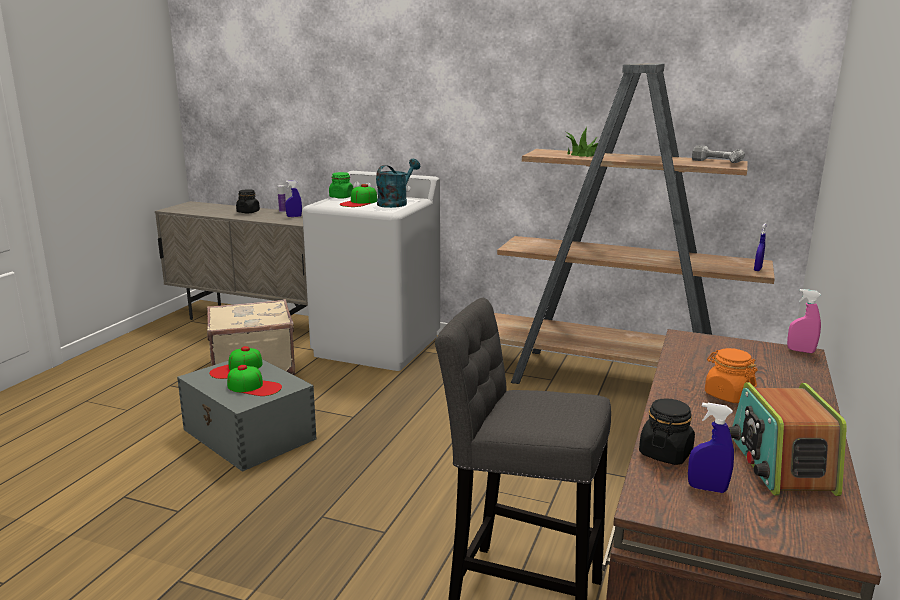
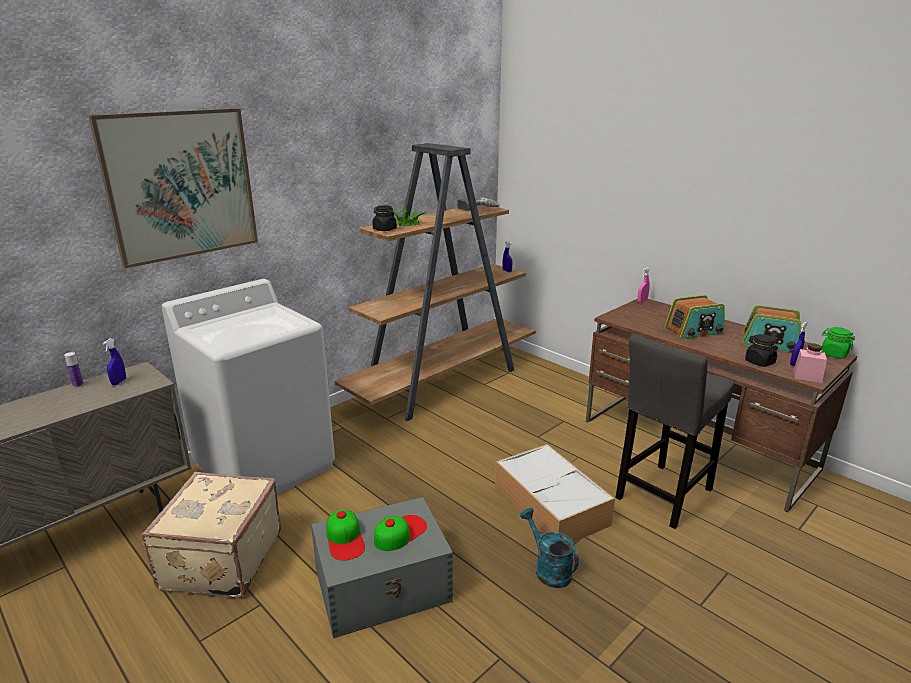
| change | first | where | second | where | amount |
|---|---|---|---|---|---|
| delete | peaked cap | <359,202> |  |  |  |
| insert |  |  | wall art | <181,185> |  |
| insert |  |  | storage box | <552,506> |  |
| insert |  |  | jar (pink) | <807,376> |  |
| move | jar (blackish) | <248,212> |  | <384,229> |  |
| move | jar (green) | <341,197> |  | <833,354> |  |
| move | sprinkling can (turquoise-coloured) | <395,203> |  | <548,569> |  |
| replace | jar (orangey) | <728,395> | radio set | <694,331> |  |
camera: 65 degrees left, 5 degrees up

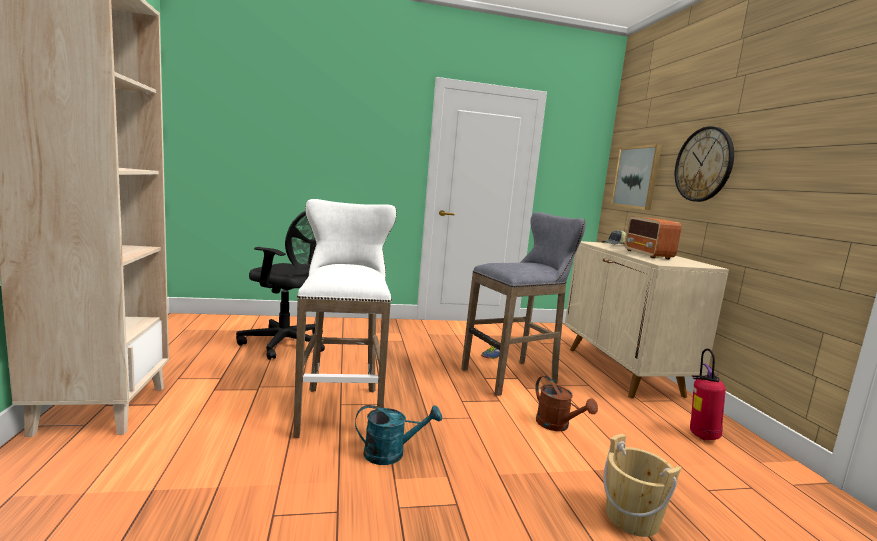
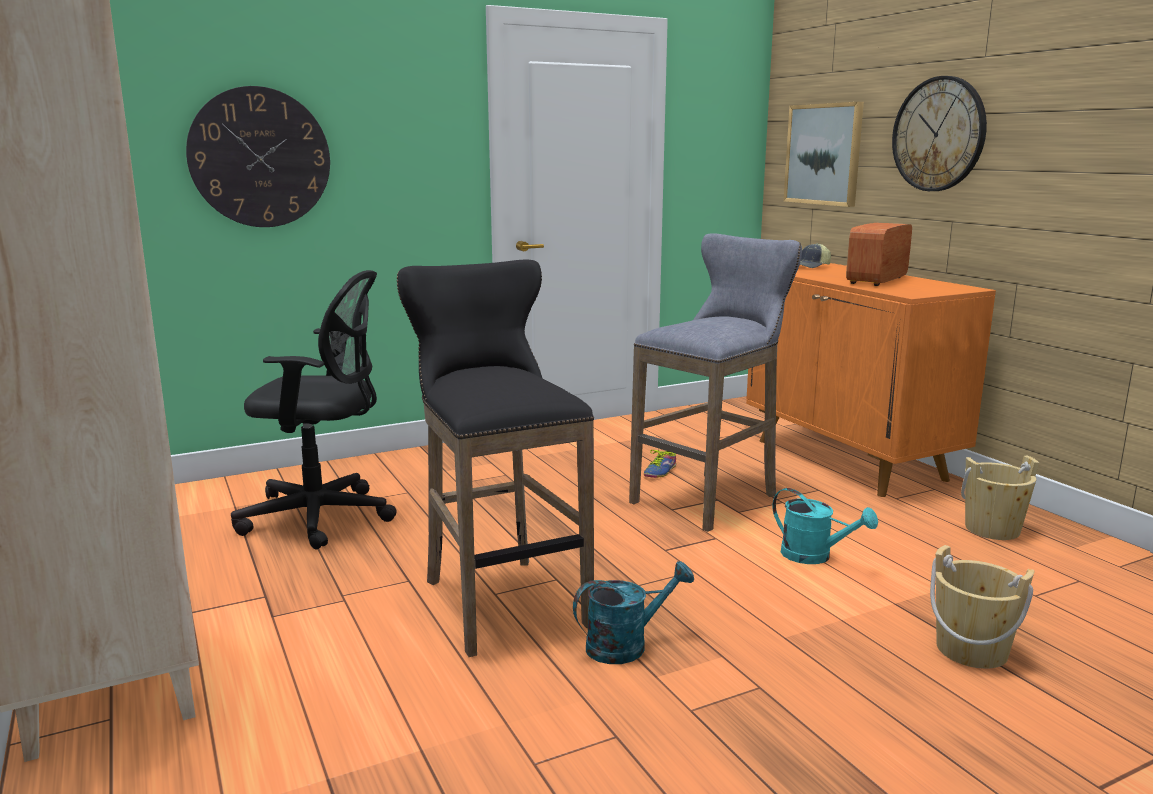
| change | first | where | second | where | amount |
|---|---|---|---|---|---|
| insert |  |  | wall clock | <260,158> |  |
| replace | fire-fighting cylinder | <700,435> | pail (beige-coloured) | <992,529> |  |
| recolor | sitting stool (white-coloured) | <340,408> | sitting stool (blackish) | <499,599> |  |
| recolor | sprinkling can (brown-coloured) | <557,426> | sprinkling can (turquoise-coloured) | <815,556> |  |
| recolor | cabinet (beige-coloured) | <622,371> | cabinet (orangey) | <849,460> |  |
| rotate | radio set | <648,254> |  | <876,280> | 60 degrees clockwise |
camera: 15 degrees left, 5 degrees up

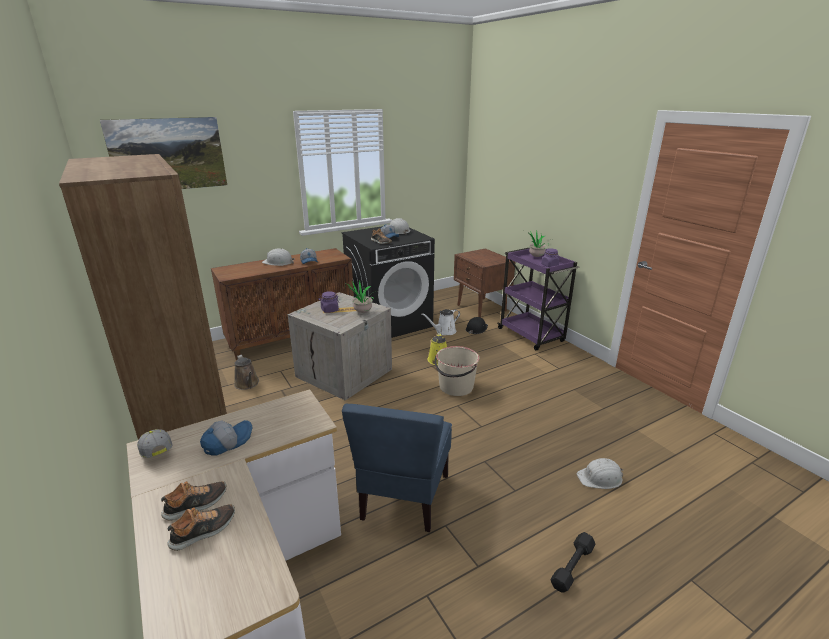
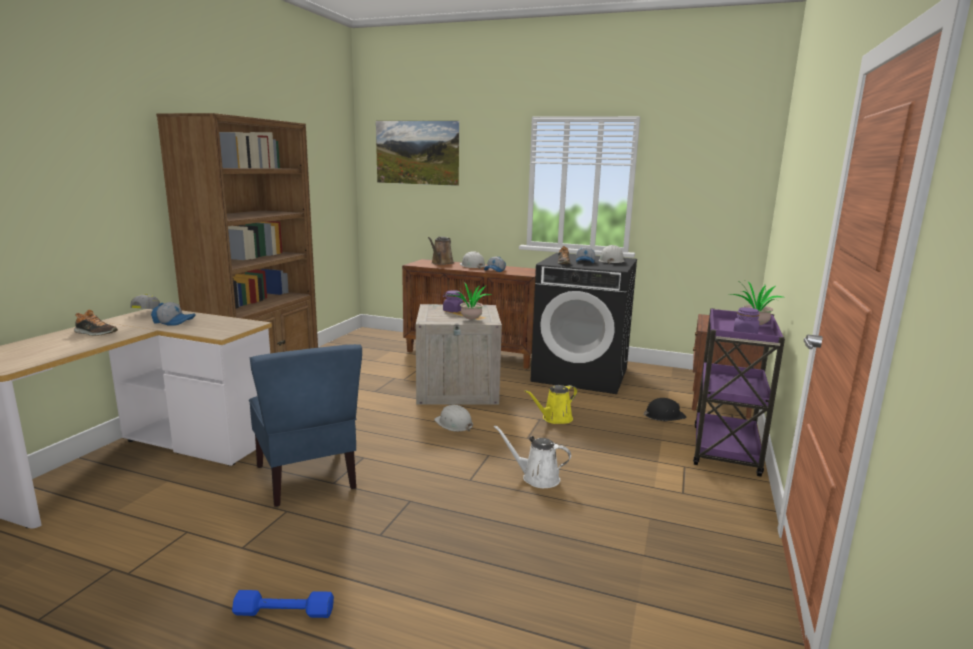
| change | first | where | second | where | amount |
|---|---|---|---|---|---|
| delete | shoe | <204,531> |  |  |  |
| delete | pail (beige-coloured) | <455,387> |  |  |  |
| move | sprinkling can (brown-coloured) | <247,384> |  | <441,263> |  |
| move | sprinkling can (white-coloured) | <444,331> |  | <537,478> |  |
| move | work helmet (white-coloured) | <600,478> |  | <454,424> |  |
| recolor | hand weight (blackish) | <572,566> | hand weight (blue-coloured) | <284,612> |  |
| rotate | chair (blue-coloured) | <404,497> |  | <308,477> | 90 degrees counterclockwise |
camera: 50 degrees right, 10 degrees down

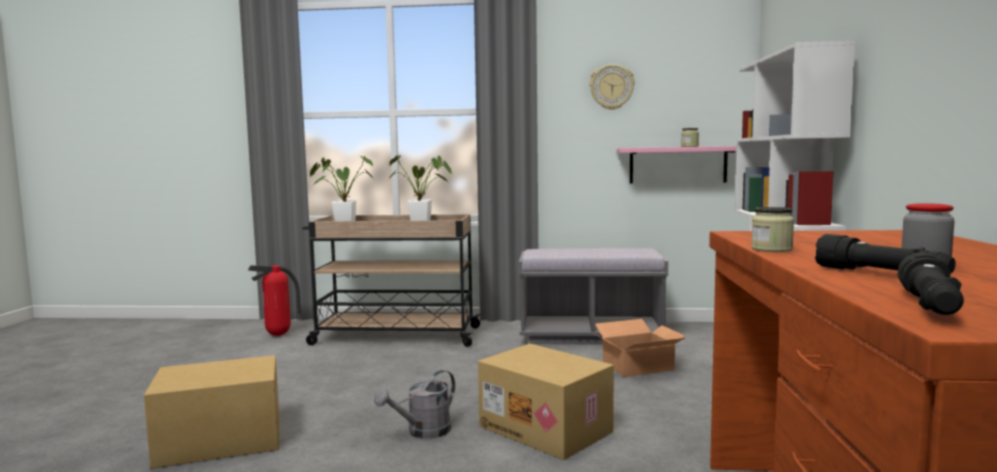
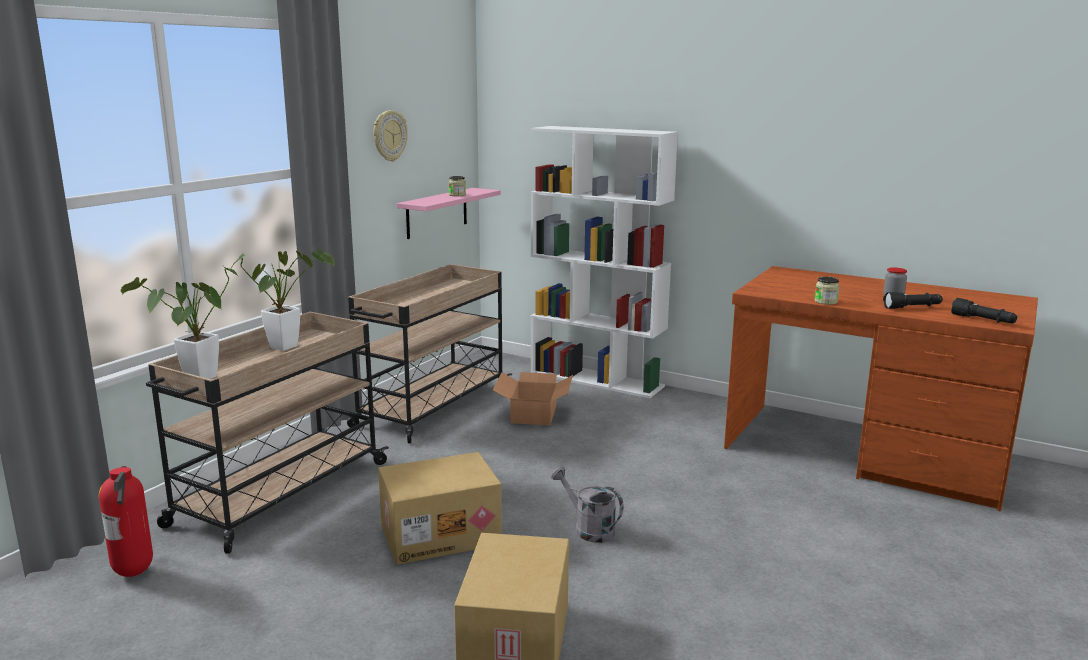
| change | first | where | second | where | amount |
|---|---|---|---|---|---|
| move | carton | <547,429> |  | <441,534> |  |
| replace | bench (greyish) | <590,336> | trolley (beige-coloured) | <432,407> |  |
| rotate | sprinkling can (greyish) | <422,432> |  | <588,529> | 150 degrees clockwise |
camera: 65 degrees left, 10 degrees up

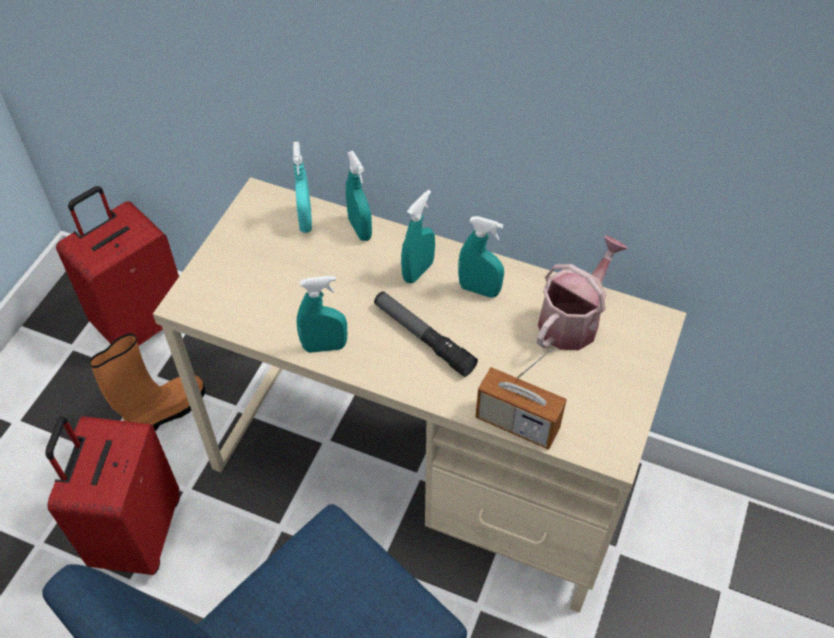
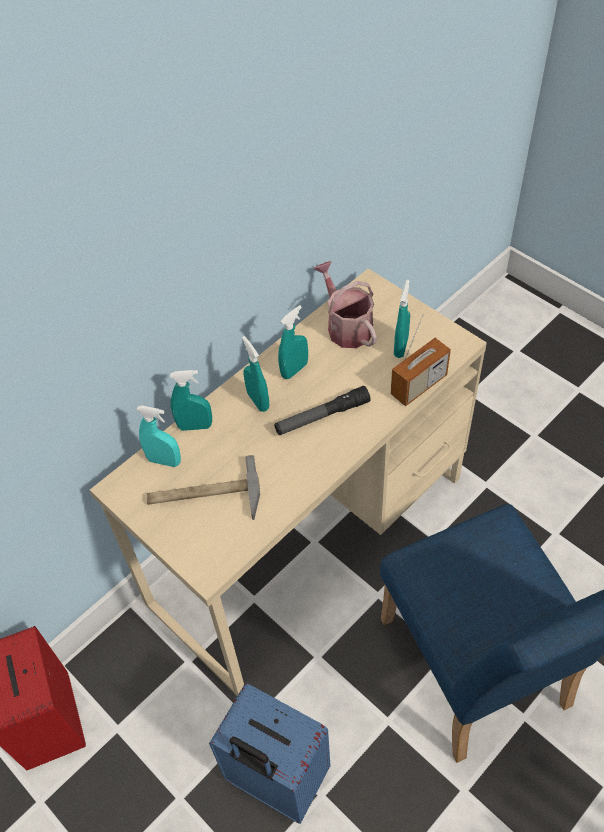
| change | first | where | second | where | amount |
|---|---|---|---|---|---|
| delete | high-top boot (orangey) | <164,412> |  |  |  |
| insert |  |  | hand hammer | <204,496> |  |
| move | sprayer (turquoise-coloured) | <324,346> |  | <401,347> |  |
| recolor | travel case (red-coloured) | <136,533> | travel case (blue-coloured) | <275,779> |  |
camera: 65 degrees left, 0 degrees up

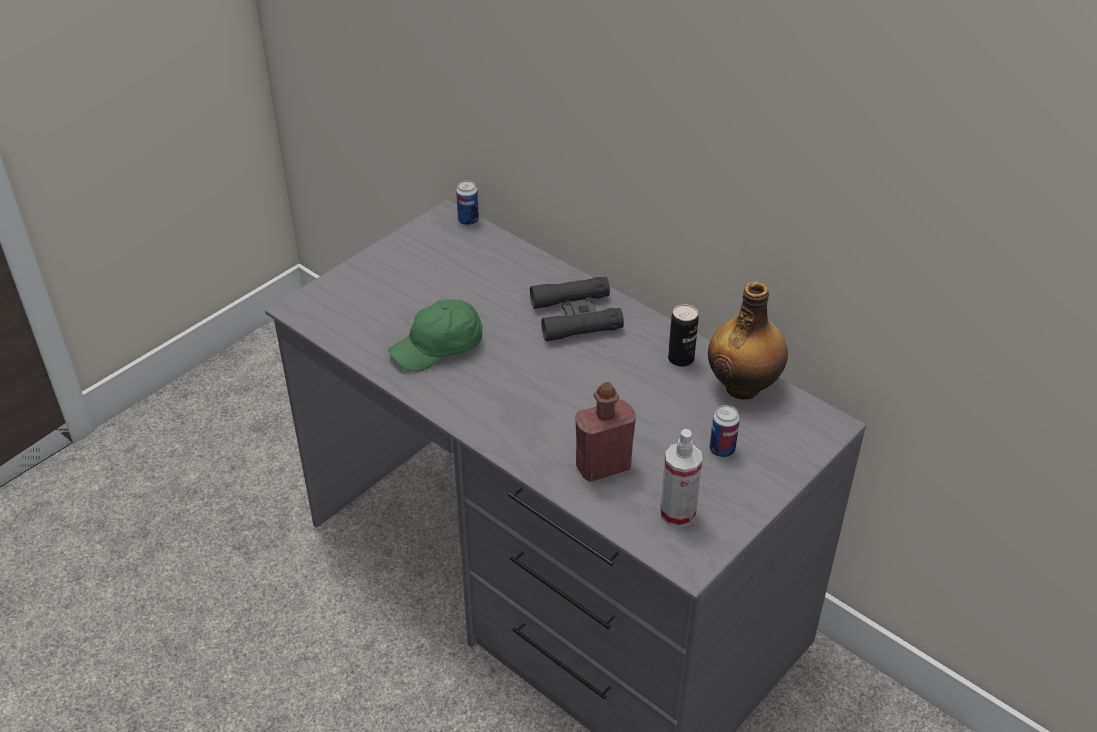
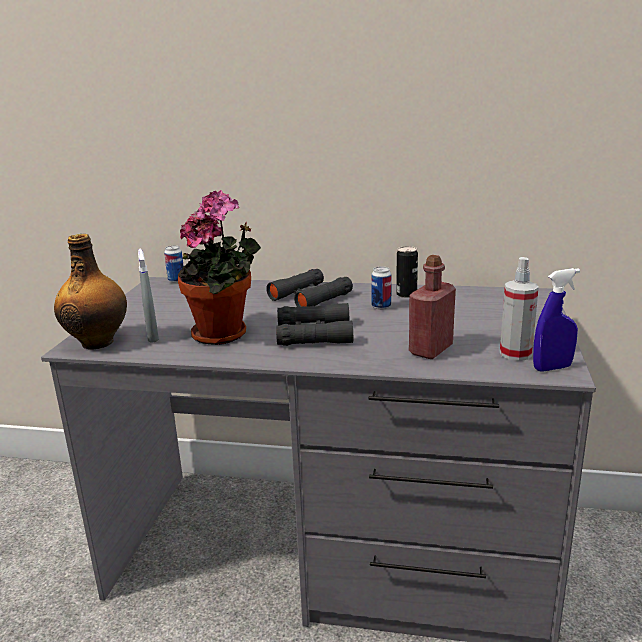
| change | first | where | second | where | amount |
|---|---|---|---|---|---|
| insert |  |  | sprayer (greyish) | <152,337> |  |
| insert |  |  | field glasses (blackish) | <314,334> |  |
| insert |  |  | sprayer (blue-coloured) | <552,368> |  |
| move | beverage bottle | <743,386> |  | <98,342> |  |
| move | can | <722,450> |  | <381,307> |  |
| replace | peaked cap (green) | <438,348> | potted plant | <225,334> |  |
camera: 30 degrees left, 20 degrees down

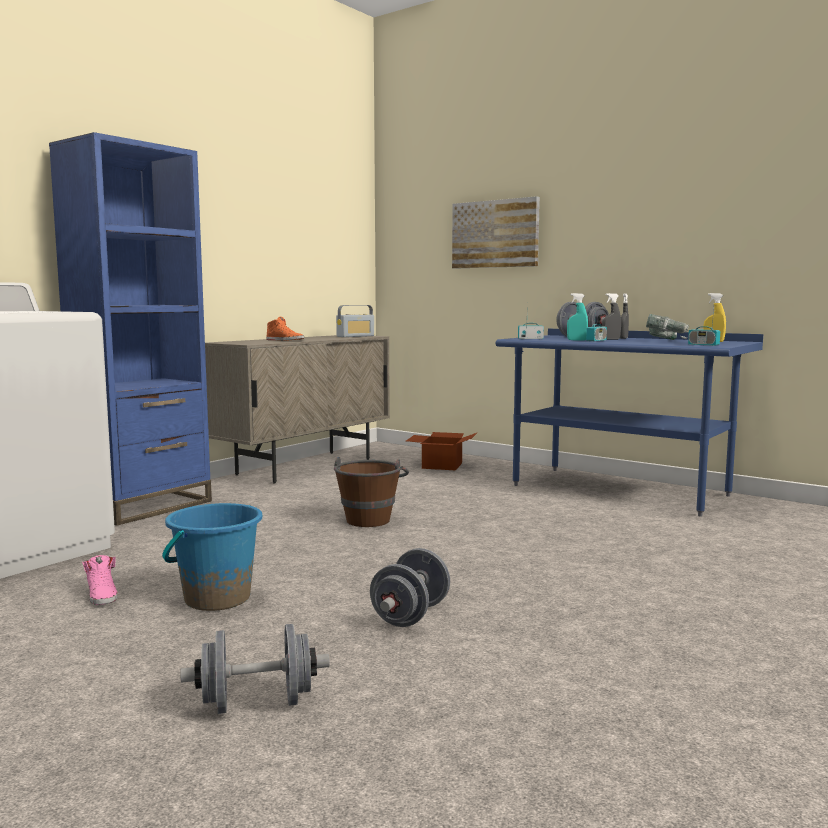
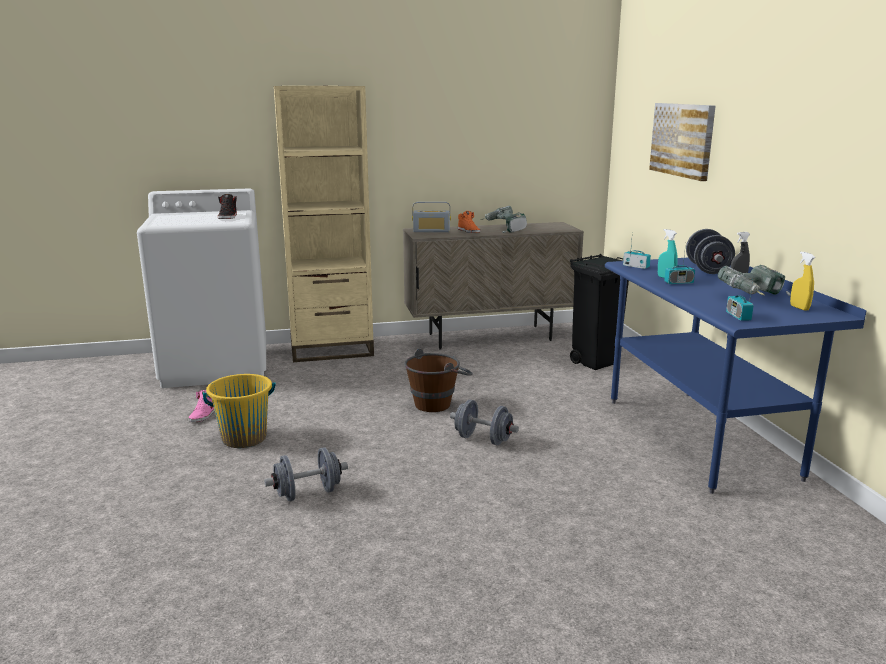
| change | first | where | second | where | amount |
|---|---|---|---|---|---|
| delete | sprayer (greyish) | <611,339> |  |  |  |
| insert |  |  | shoe (blackish) | <228,217> |  |
| insert |  |  | drill | <504,229> |  |
| move | hand weight (greyish) | <257,704> |  | <483,439> |  |
| move | radio set | <355,336> |  | <431,231> |  |
| replace | carton | <441,465> | trash can (blackish) | <596,362> |  |
| recolor | bookshelf (blue-coloured) | <144,506> | bookshelf (beige-coloured) | <331,350> |  |
| recolor | pail (blue-coloured) | <217,598> | pail (yellowish) | <244,438> |  |
camera: 40 degrees right, 10 degrees up

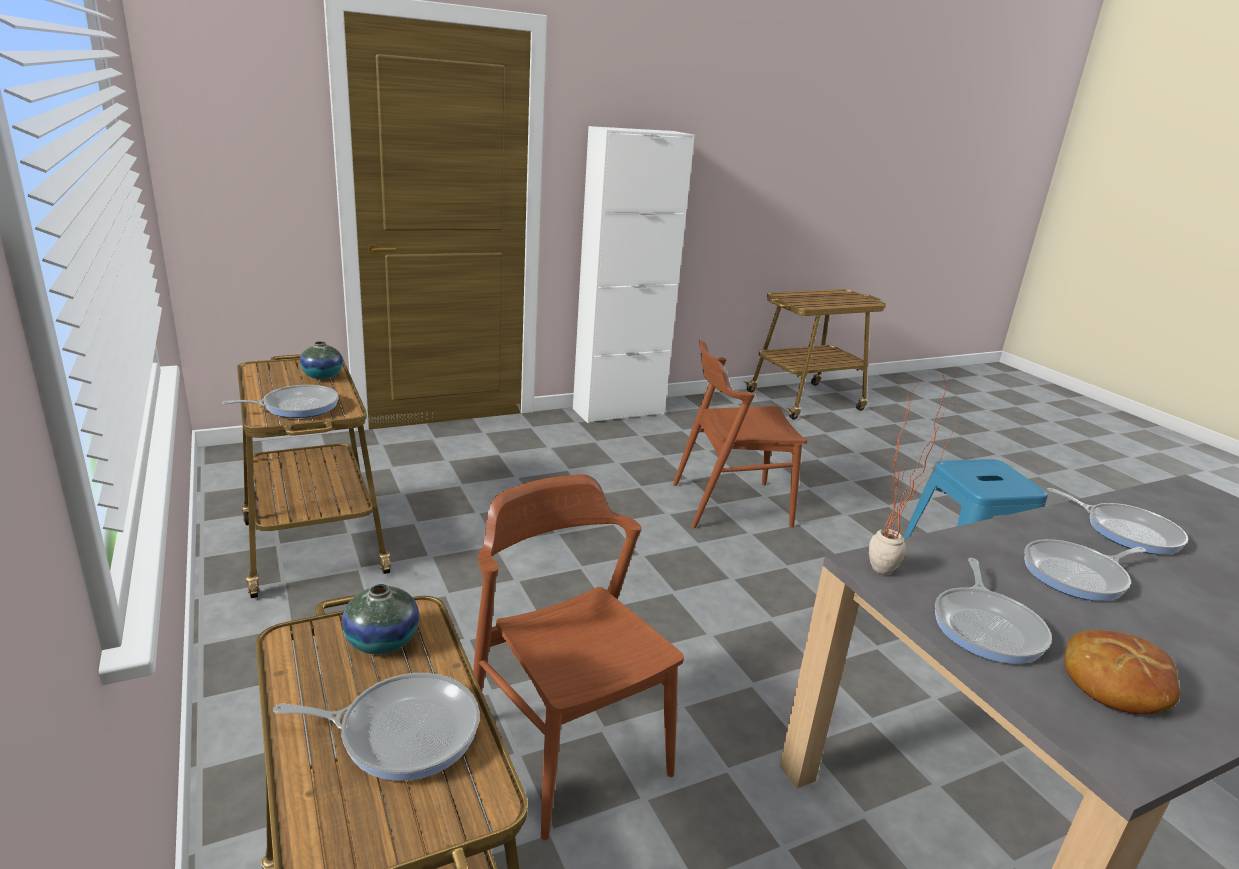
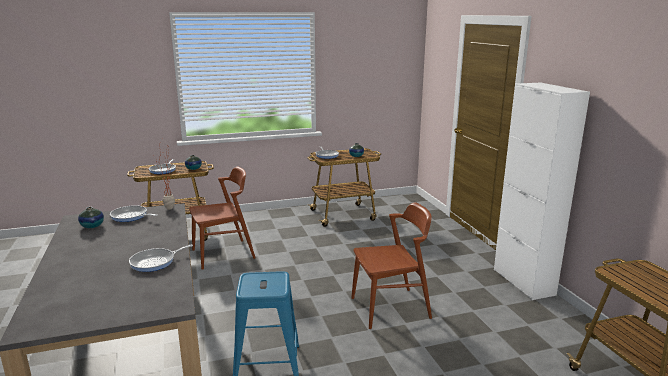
| change | first | where | second | where | amount |
|---|---|---|---|---|---|
| delete | pan | <1078,575> |  |  |  |
| replace | bakery bread | <1113,684> | flower vase | <92,226> |  |
| rotate | chair (brown-coloured) | <730,504> |  | <390,308> | 75 degrees clockwise |
camera: 100 degrees right, 5 degrees down

